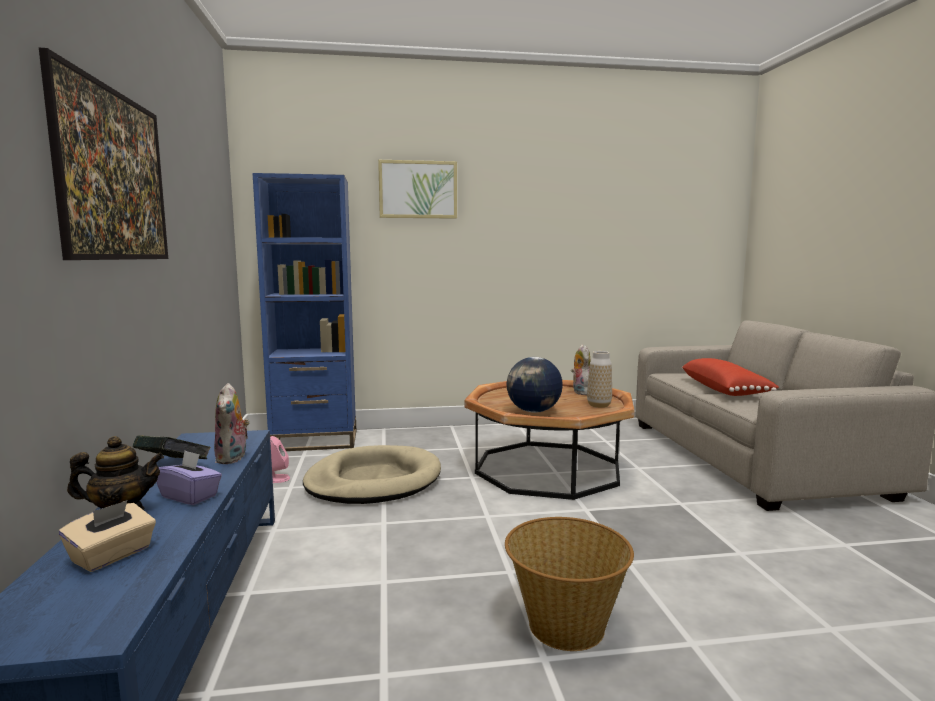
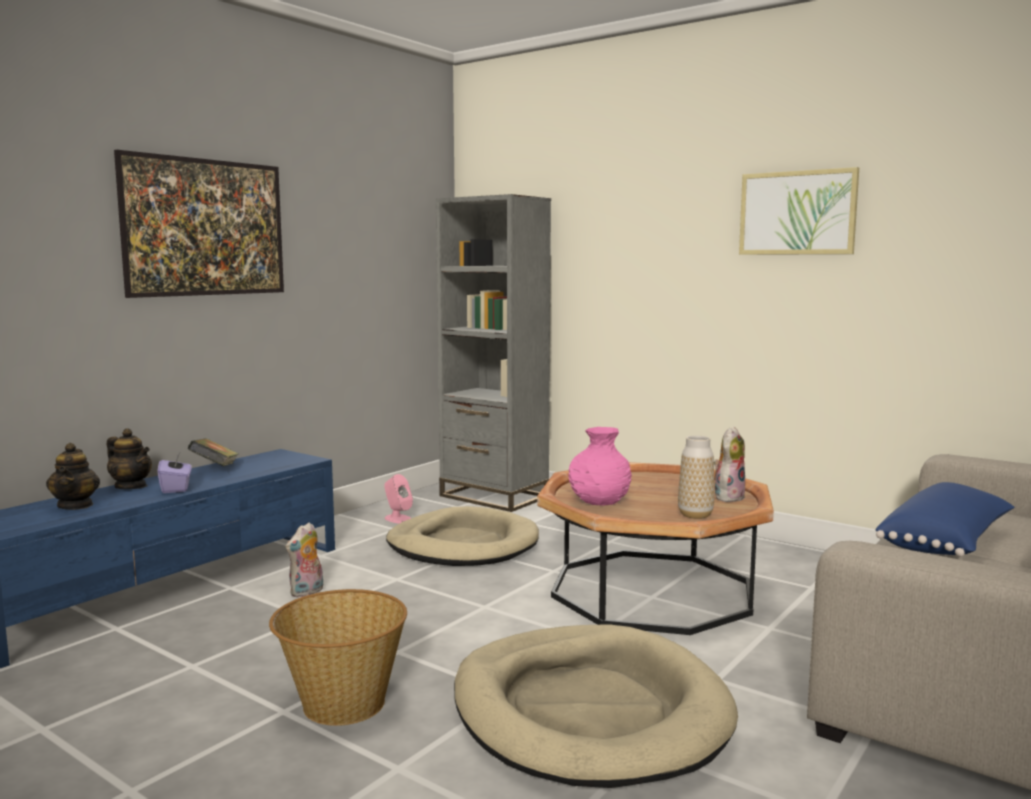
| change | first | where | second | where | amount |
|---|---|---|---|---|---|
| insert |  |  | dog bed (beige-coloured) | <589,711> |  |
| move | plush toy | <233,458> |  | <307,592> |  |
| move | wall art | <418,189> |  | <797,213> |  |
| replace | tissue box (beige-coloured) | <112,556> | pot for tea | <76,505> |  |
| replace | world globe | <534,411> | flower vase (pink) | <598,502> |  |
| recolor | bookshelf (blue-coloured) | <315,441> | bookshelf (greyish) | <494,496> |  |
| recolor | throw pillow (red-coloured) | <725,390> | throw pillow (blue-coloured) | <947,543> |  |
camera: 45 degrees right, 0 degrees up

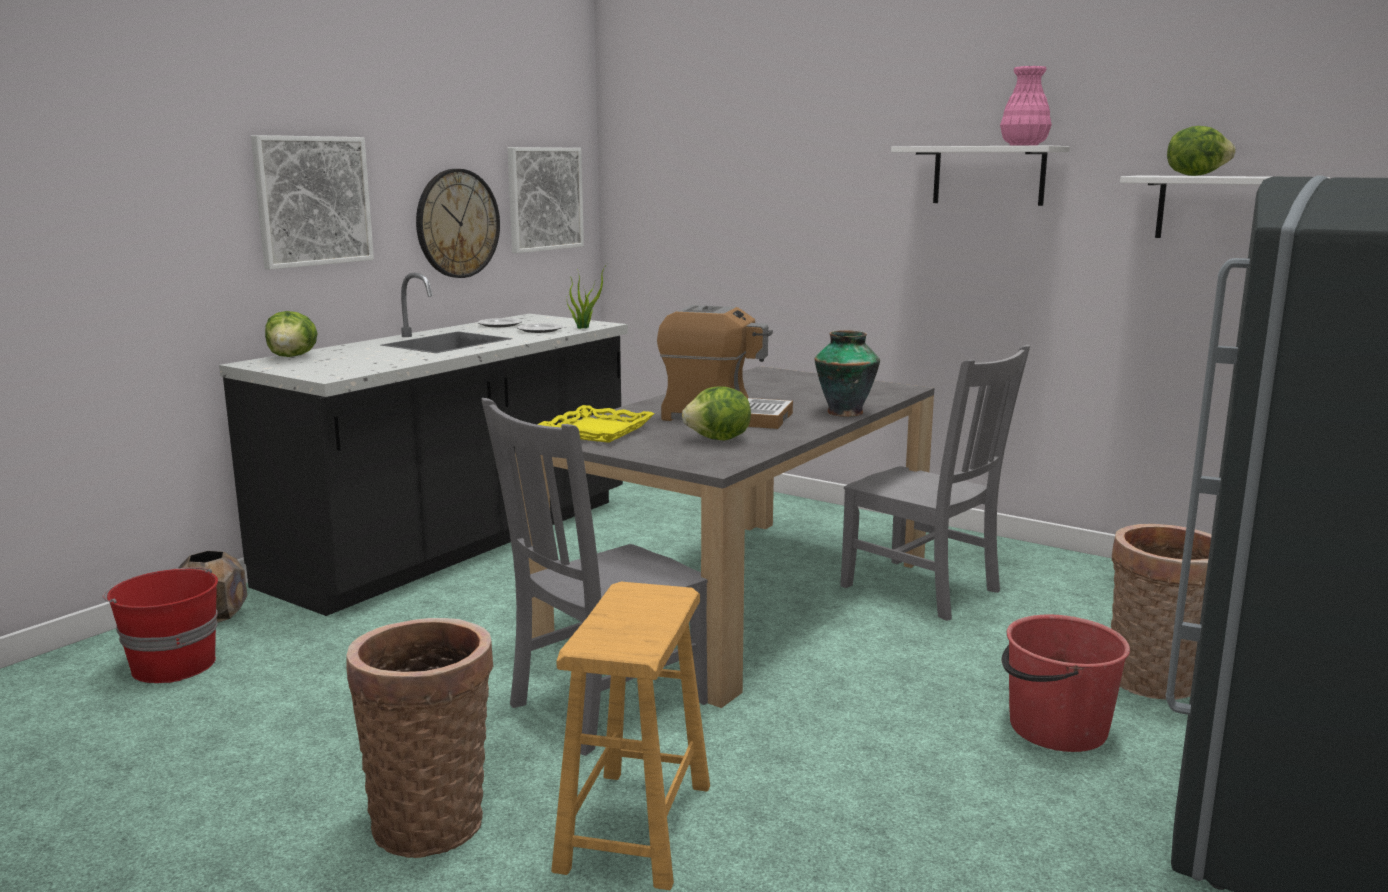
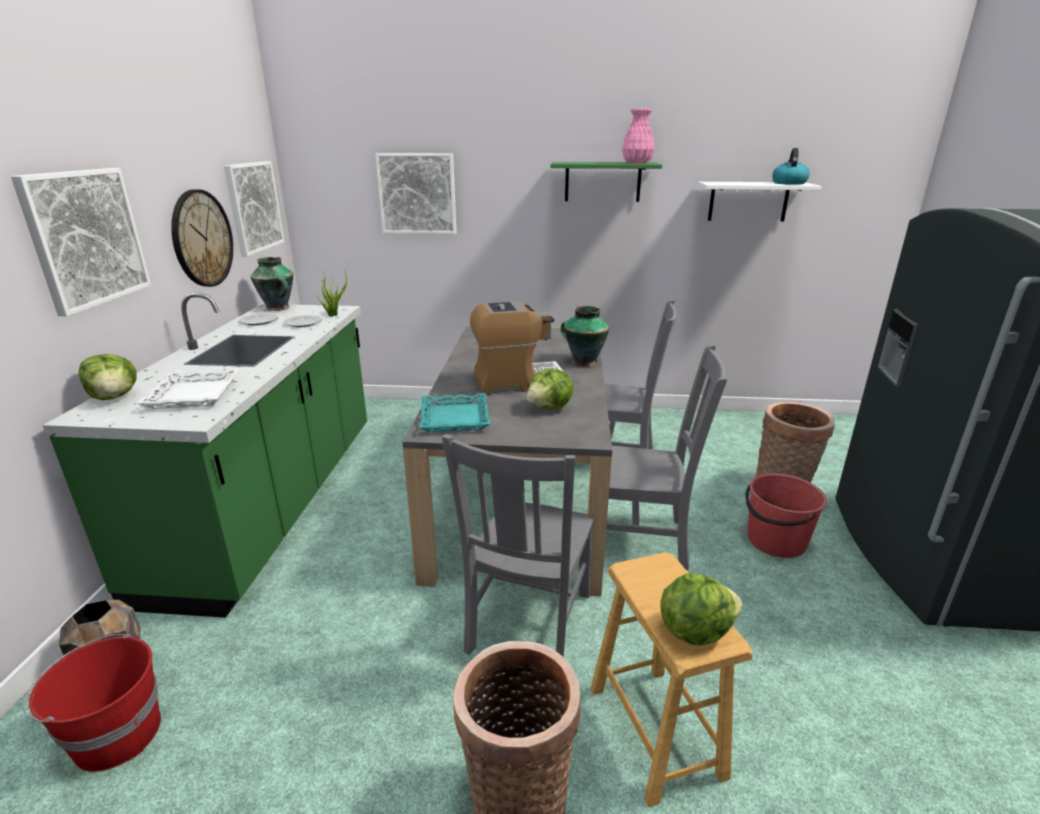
| change | first | where | second | where | amount |
|---|---|---|---|---|---|
| insert |  |  | tray (white-coloured) | <194,395> |  |
| insert |  |  | flower vase | <278,308> |  |
| insert |  |  | wall art | <417,194> |  |
| insert |  |  | chair (greyish) | <640,539> |  |
| insert |  |  | tea kettle | <788,183> |  |
| move | lettuce head | <1195,175> |  | <694,630> |  |
| recolor | kitchen counter (blackish) | <457,543> | kitchen counter (green) | <273,504> |  |
| recolor | tray (yellowish) | <597,431> | tray (turquoise-coloured) | <455,418> |  |
| recolor | shelf (white-coloured) | <988,175> | shelf (green) | <602,181> |  |
camera: 30 degrees left, 10 degrees up

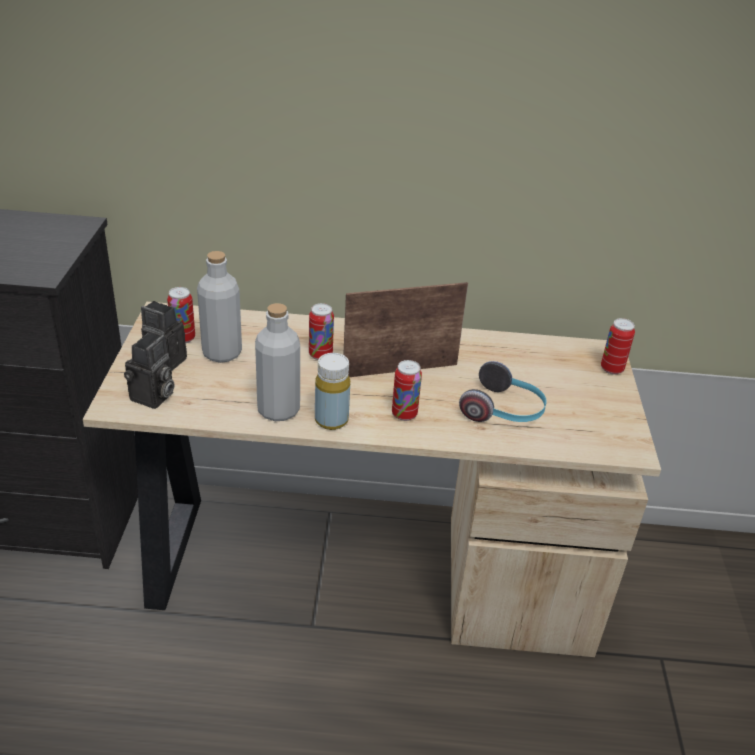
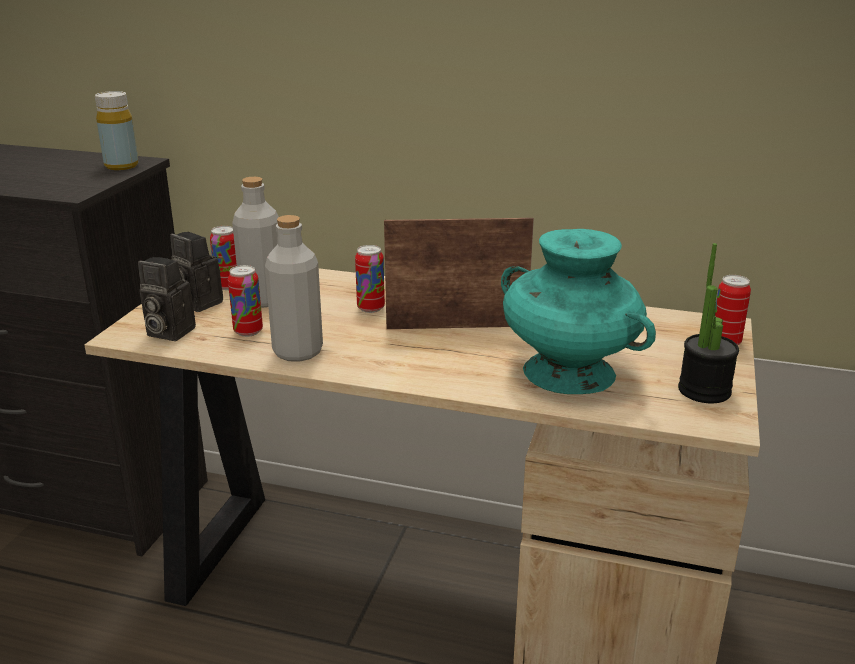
| change | first | where | second | where | amount |
|---|---|---|---|---|---|
| insert |  |  | potted plant | <704,390> |  |
| move | beverage bottle (yellowish) | <331,420> |  | <121,166> |  |
| move | can | <404,414> |  | <248,331> |  |
| replace | headset | <504,411> | flower vase (turquoise-coloured) | <568,372> |  |
| rotate | photo camera | <153,398> |  | <167,332> | 75 degrees clockwise |
camera: 15 degrees right, 10 degrees down

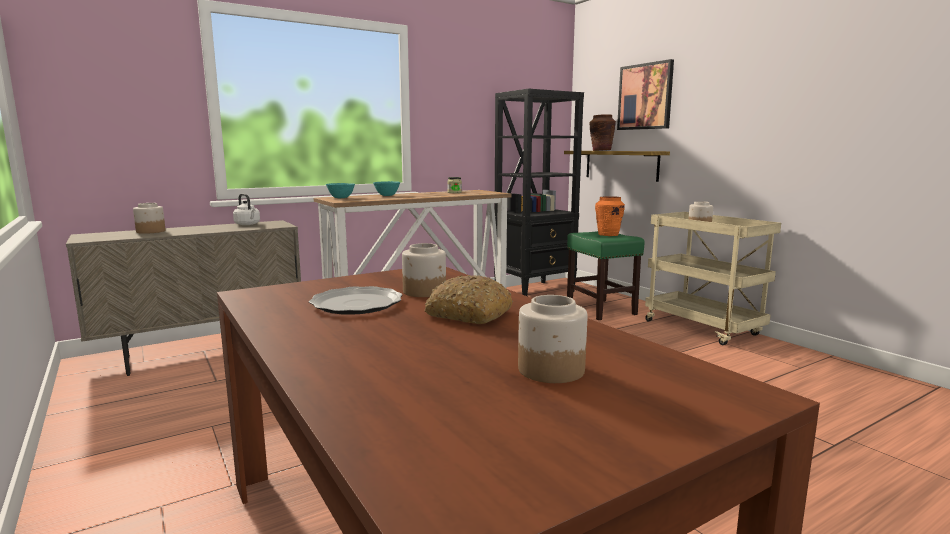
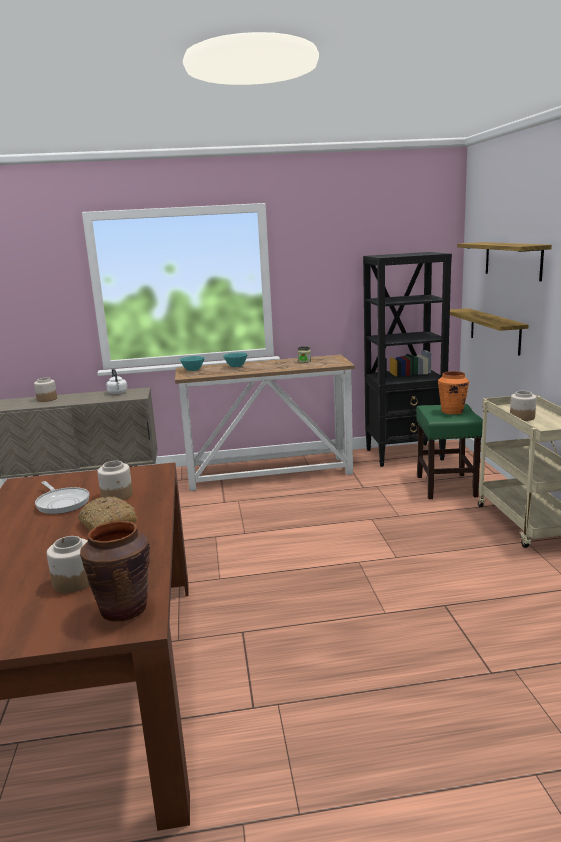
| change | first | where | second | where | amount |
|---|---|---|---|---|---|
| move | flower vase (brown-coloured) | <601,150> |  | <123,609> |  |
| replace | dinner plate | <357,304> | pan | <62,503> |  |
| replace | wall art | <645,96> | shelf | <512,260> |  |
camera: 25 degrees right, 5 degrees up

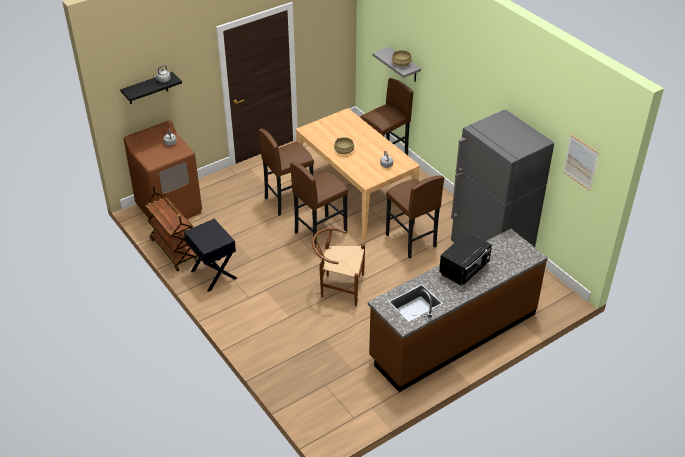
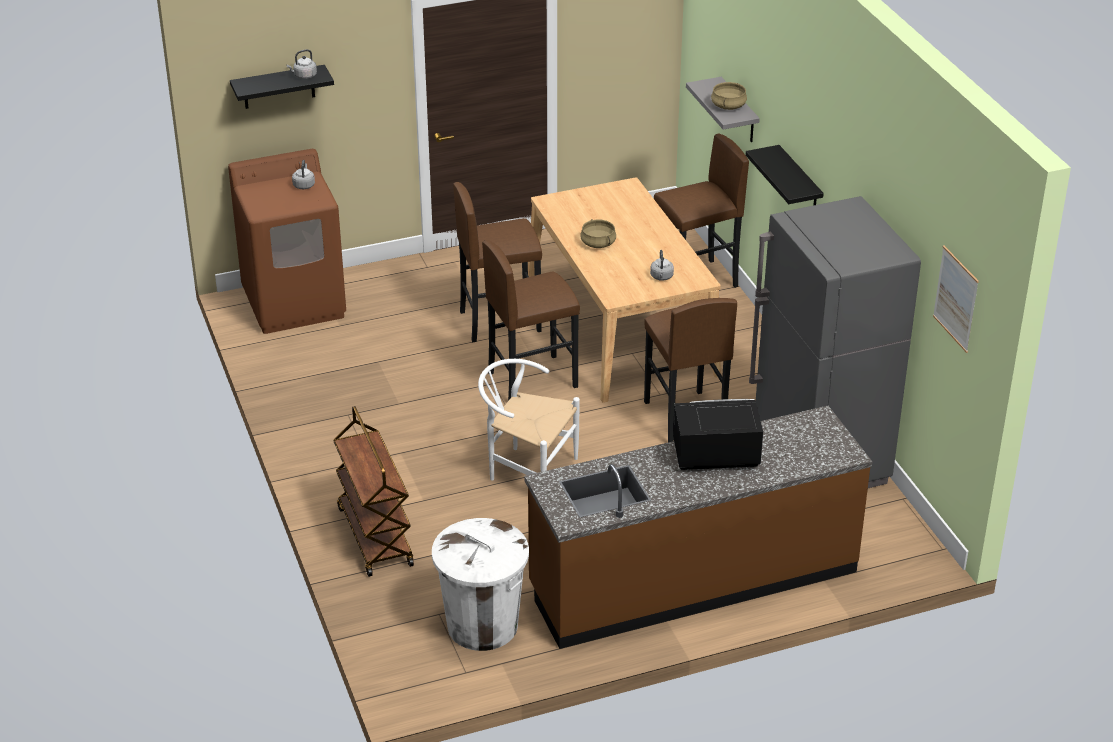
| change | first | where | second | where | amount |
|---|---|---|---|---|---|
| delete | bedside table (blackish) | <213,275> |  |  |  |
| insert |  |  | trash can (white-coloured) | <482,626> |  |
| insert |  |  | shelf (blackish) | <799,183> |  |
| move | trolley (brown-coloured) | <173,250> |  | <374,536> |  |
| recolor | chair (brown-coloured) | <338,287> | chair (white-coloured) | <525,470> |  |
| rotate | kitchen microwave (blackish) | <464,269> |  | <714,455> | 150 degrees counterclockwise |
camera: 15 degrees right, 5 degrees down

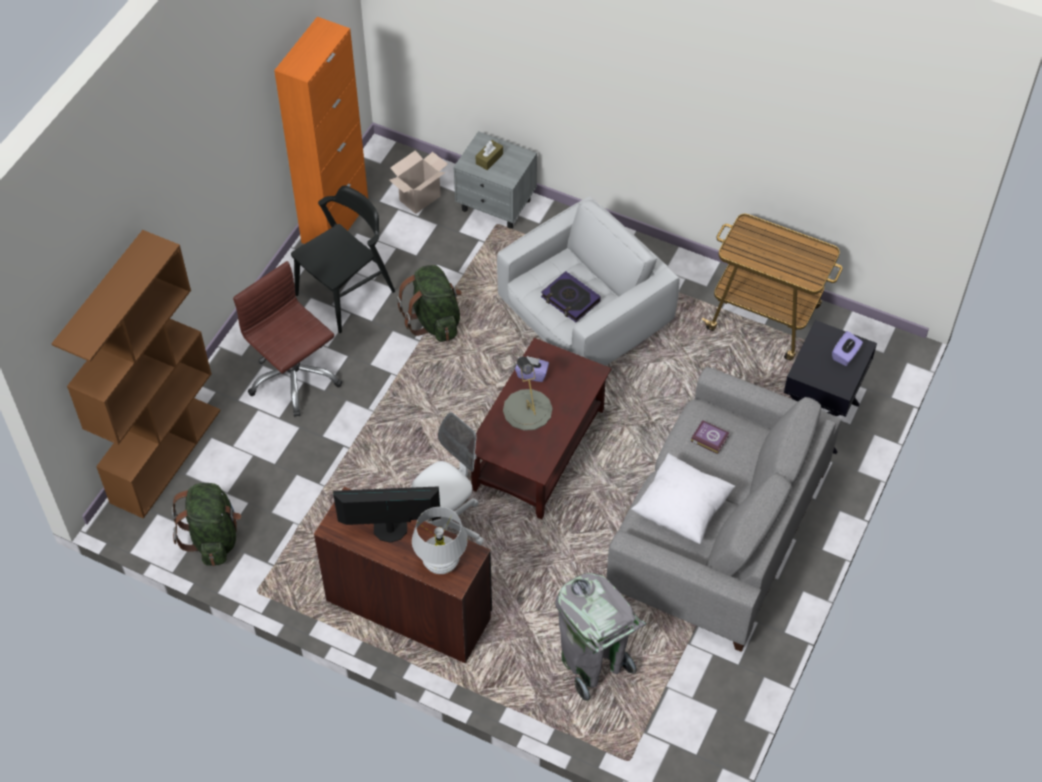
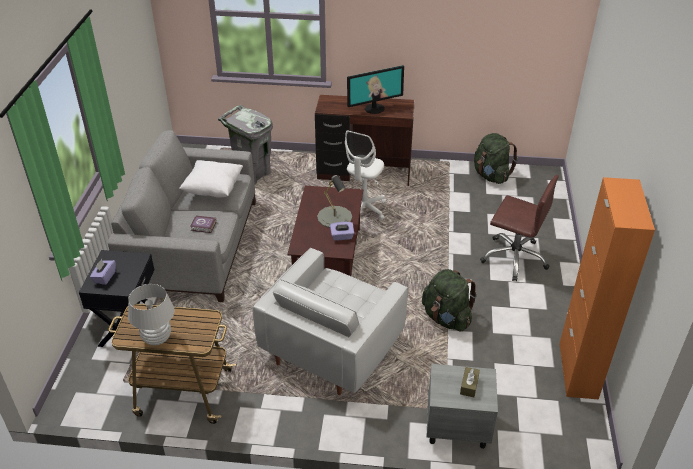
| change | first | where | second | where | amount |
|---|---|---|---|---|---|
| delete | bookshelf (brown-coloured) | <165,455> |  |  |  |
| delete | chair (blackish) | <346,293> |  |  |  |
| delete | carton | <420,197> |  |  |  |
| delete | volume | <570,299> |  |  |  |
| move | table lamp (white-coloured) | <441,563> |  | <157,338> |  |
camera: 160 degrees right, 15 degrees down

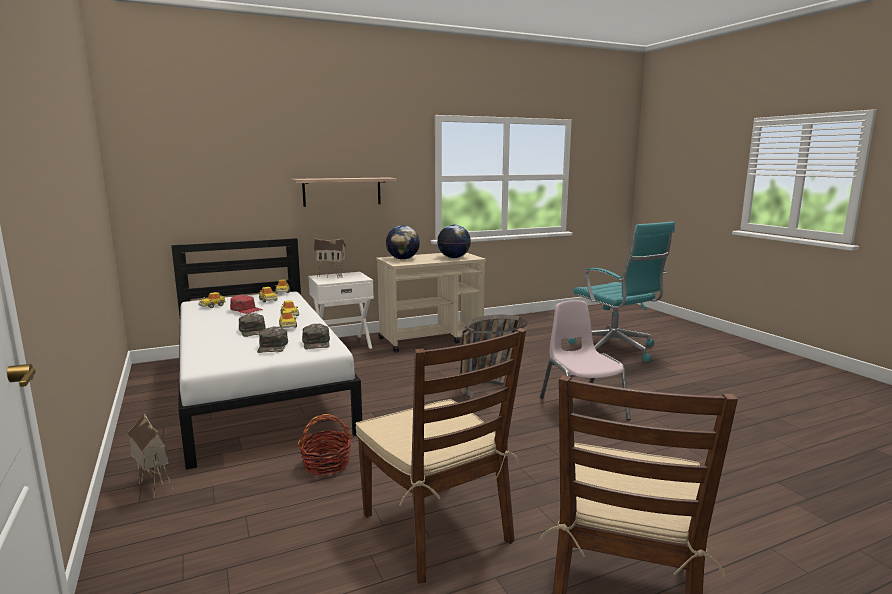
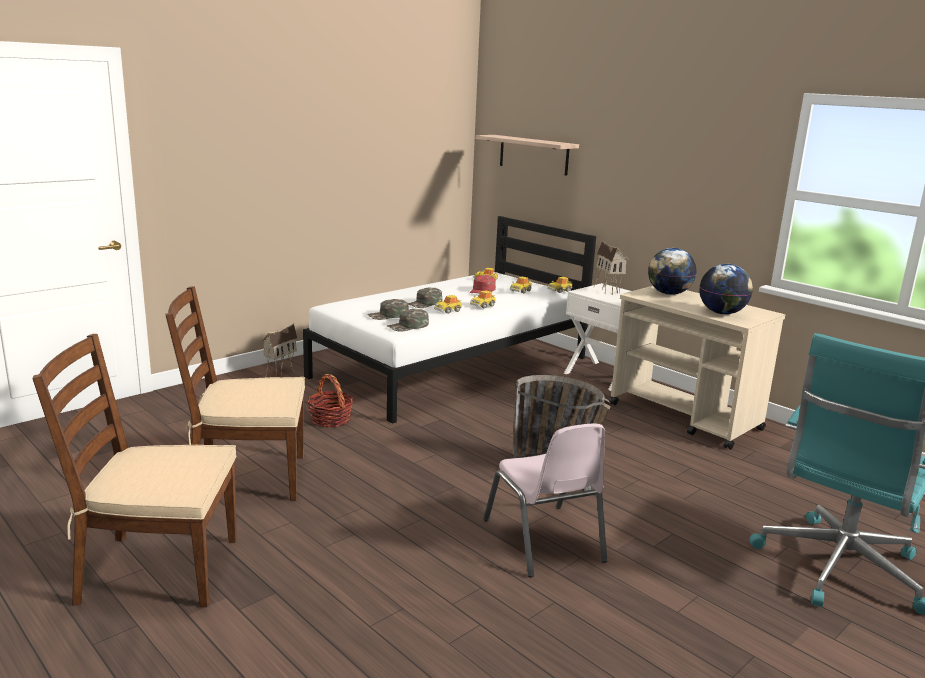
| change | first | where | second | where | amount |
|---|---|---|---|---|---|
| move | shelf | <342,191> |  | <533,154> |  |
| rotate | chair (brown-coloured) | <437,528> |  | <246,478> | 45 degrees clockwise |
| rotate | chair (pink) | <582,408> |  | <544,540> | 105 degrees clockwise |
camera: 70 degrees right, 5 degrees up

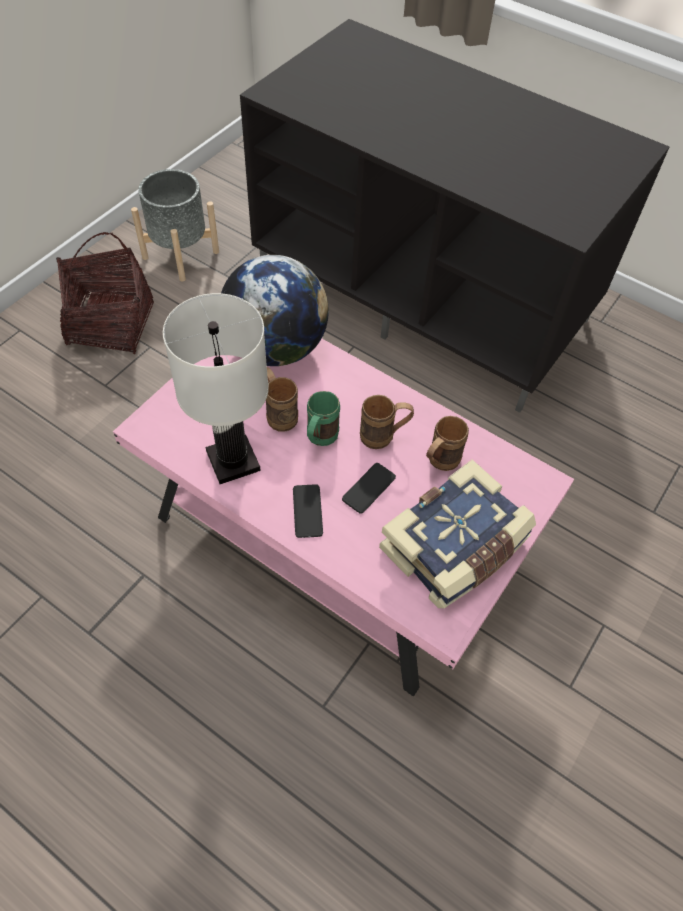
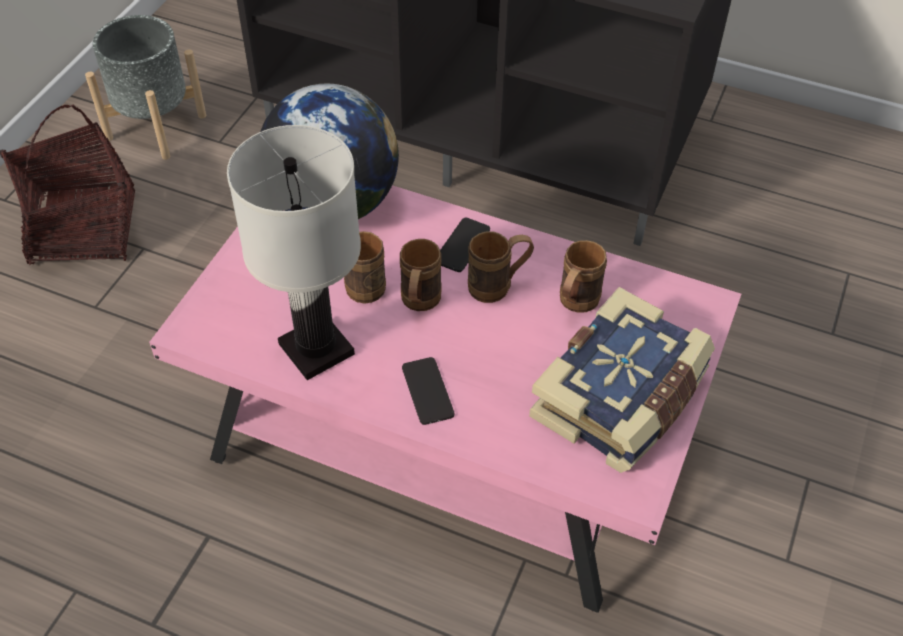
| change | first | where | second | where | amount |
|---|---|---|---|---|---|
| move | handset | <369,488> |  | <462,245> |  |
| recolor | tea mug (green) | <319,440> | tea mug (brown-coloured) | <418,304> |  |
camera: 10 degrees left, 5 degrees down

